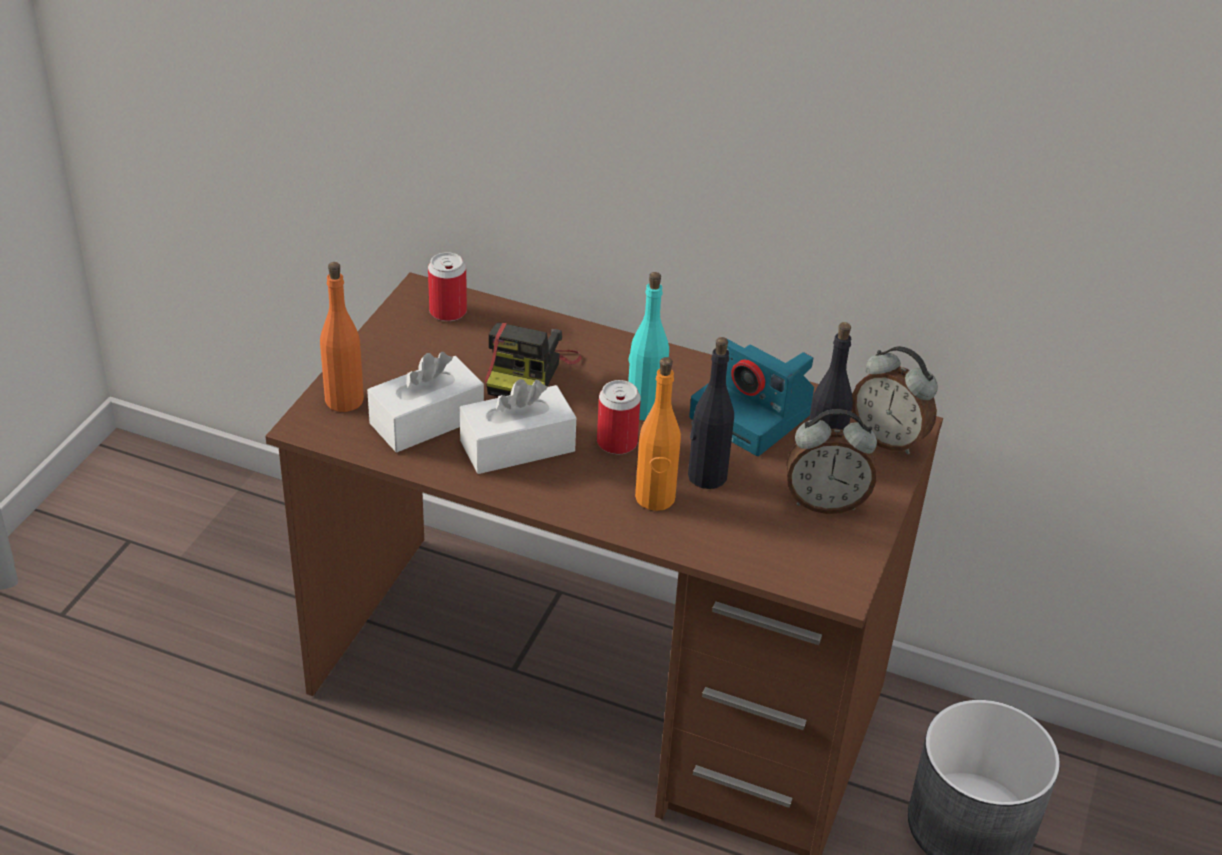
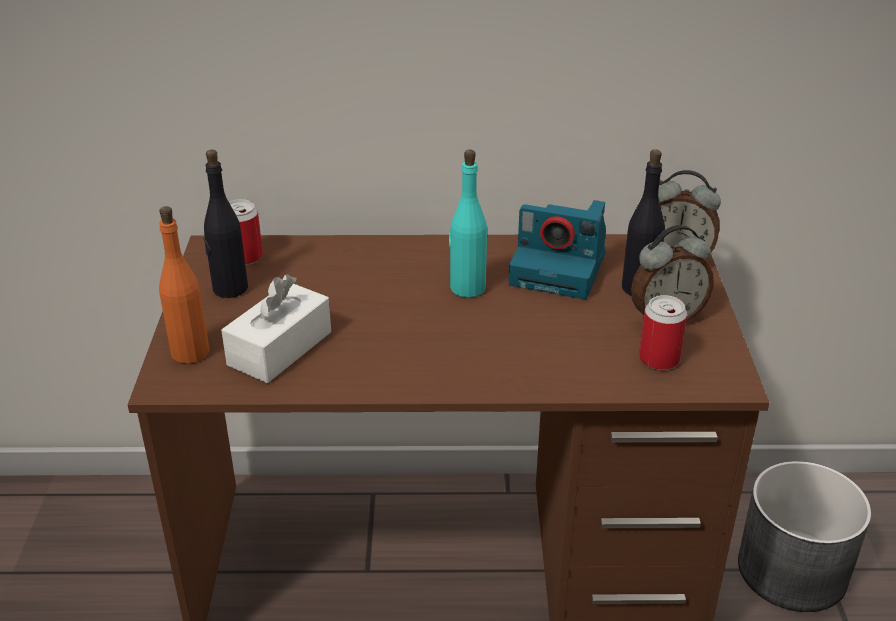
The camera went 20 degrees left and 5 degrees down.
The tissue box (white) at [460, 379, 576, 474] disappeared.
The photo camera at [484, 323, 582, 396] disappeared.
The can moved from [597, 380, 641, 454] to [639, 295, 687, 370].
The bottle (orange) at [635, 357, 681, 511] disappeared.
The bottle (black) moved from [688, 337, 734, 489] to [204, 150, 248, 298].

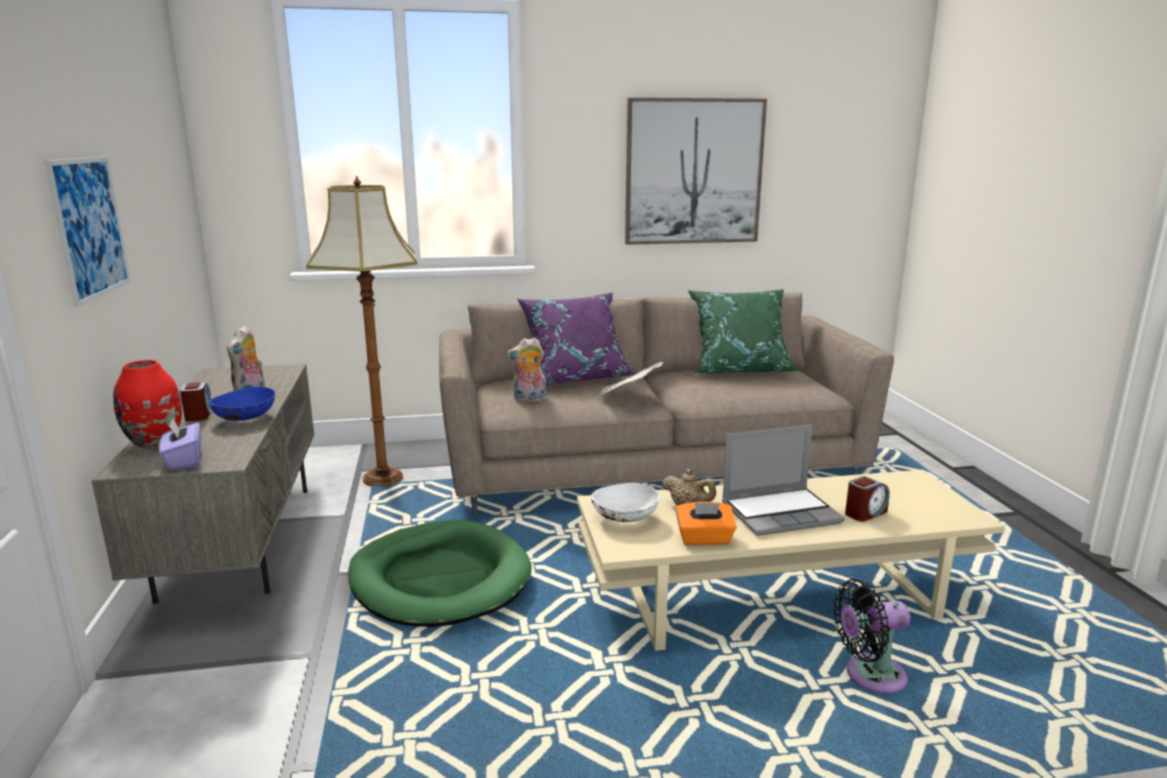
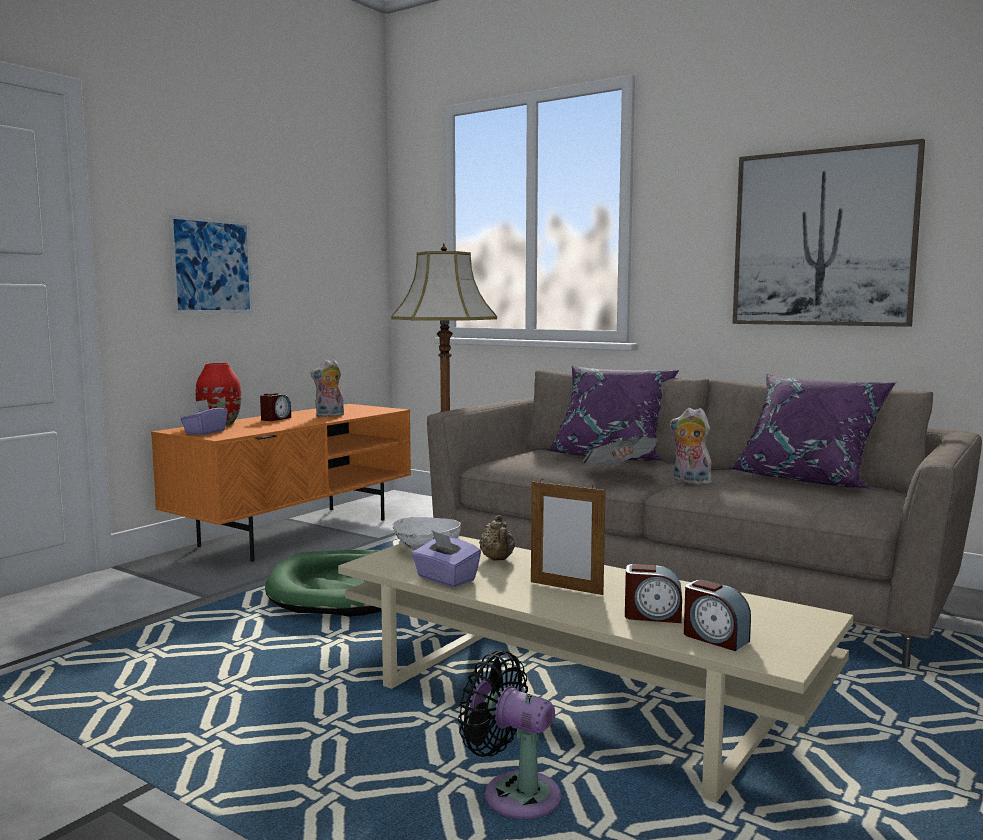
The camera went 45 degrees right and 10 degrees down.
The tv stand (grey) at [91, 364, 314, 604] became the tv stand (orange) at [151, 404, 411, 561].
The bowl (blue) at [209, 387, 275, 421] disappeared.
The plush toy moved from [507, 337, 547, 403] to [670, 408, 712, 485].
The tissue box (orange) at [675, 502, 737, 546] became the tissue box (purple) at [412, 531, 481, 588].
The pillow (green) at [688, 289, 798, 373] became the pillow (purple) at [729, 374, 896, 488].
The laptop at [722, 425, 845, 536] was replaced by the picture frame at [531, 479, 606, 595].
The alarm clock at [684, 579, 751, 651] appeared.

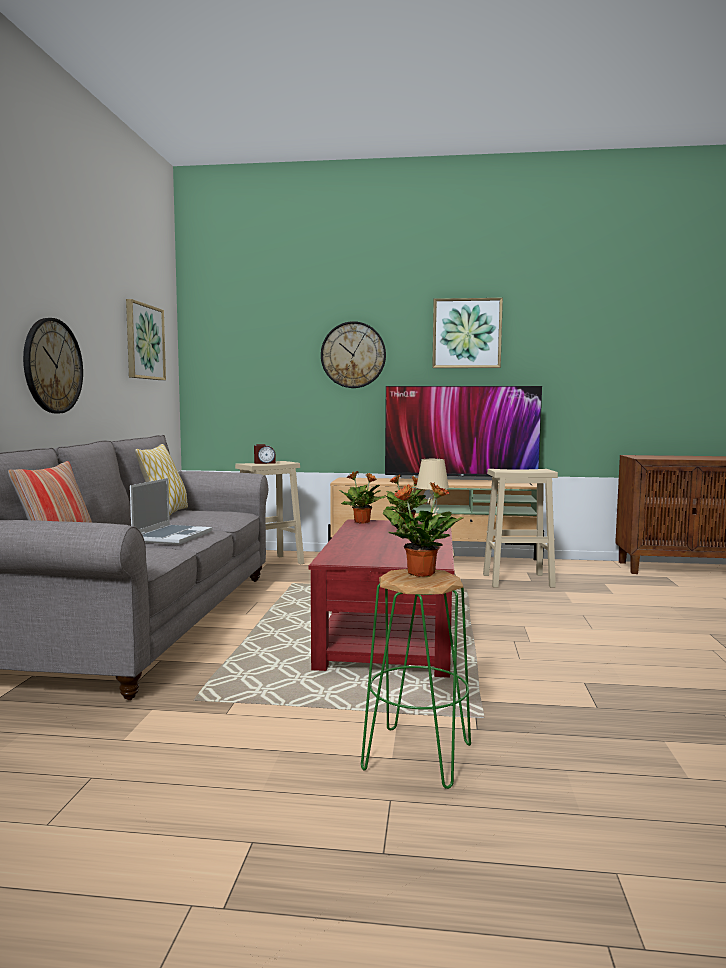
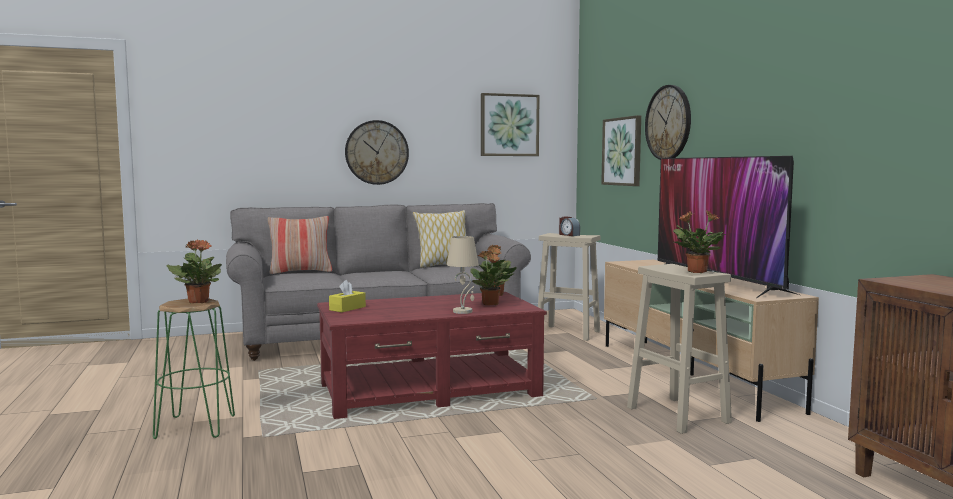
The camera went 65 degrees right and 0 degrees up.
The laptop at [130, 478, 212, 545] disappeared.
The picture moved from [432, 298, 503, 368] to [601, 115, 641, 186].
The tissue box (yellow) at [329, 280, 366, 312] appeared.
The potted plant at [673, 211, 726, 273] appeared.

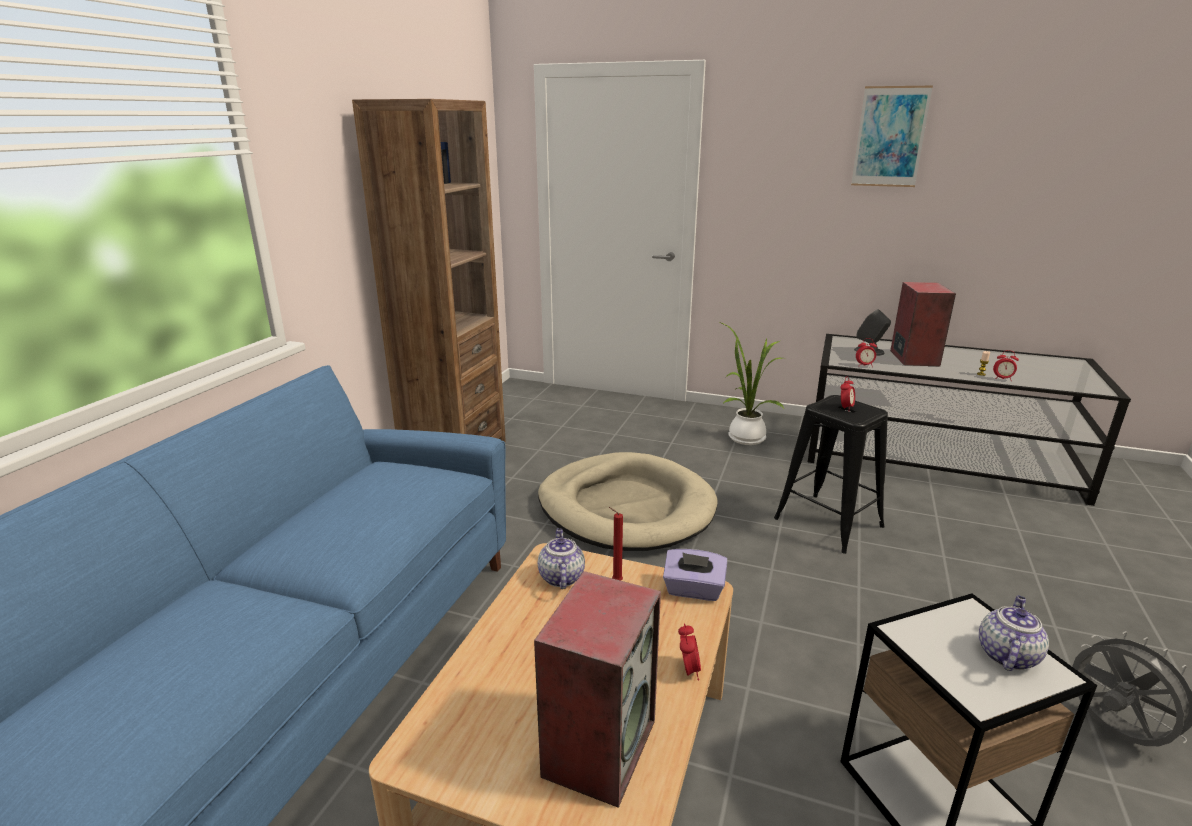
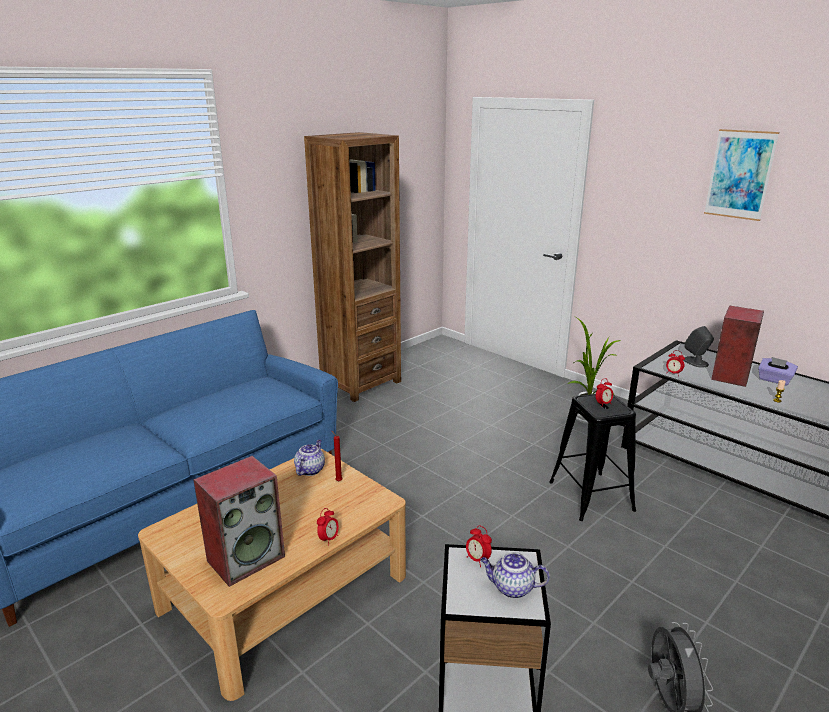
The camera went 25 degrees right and 0 degrees up.
The dog bed (beige) at [538, 452, 718, 551] disappeared.
The tissue box (purple) moved from [663, 549, 727, 601] to [758, 357, 798, 385].
The teapot at [979, 595, 1049, 671] turned 135 degrees counterclockwise.
The alarm clock moved from [993, 350, 1019, 379] to [466, 525, 492, 567].

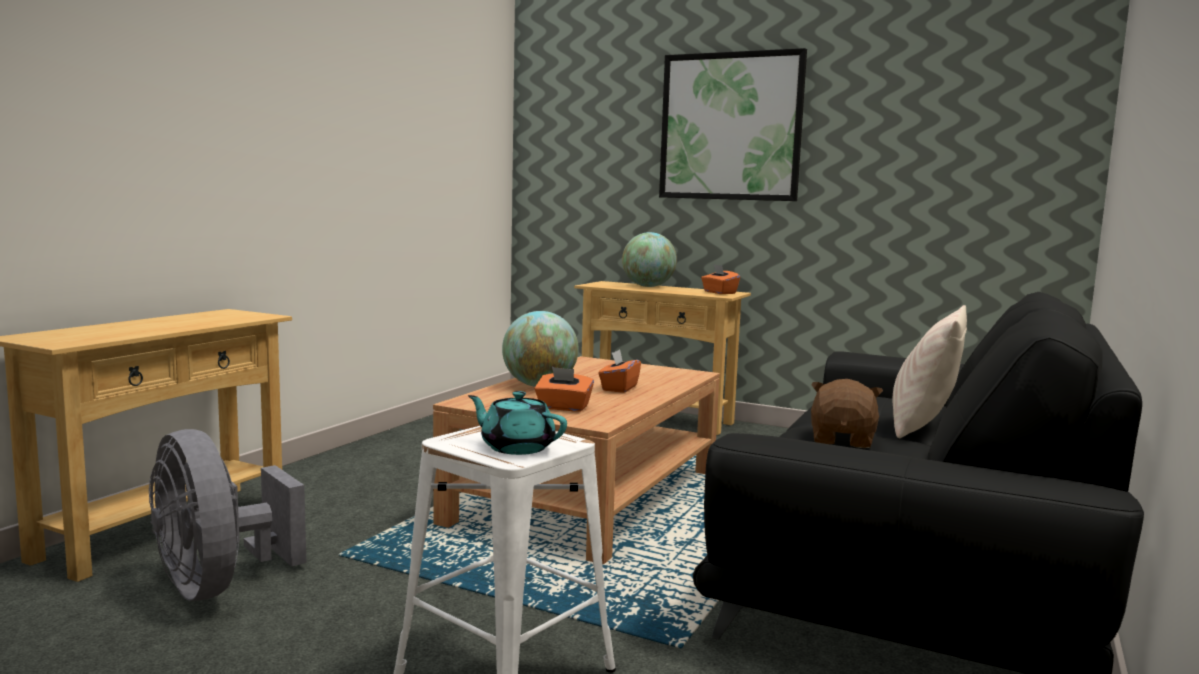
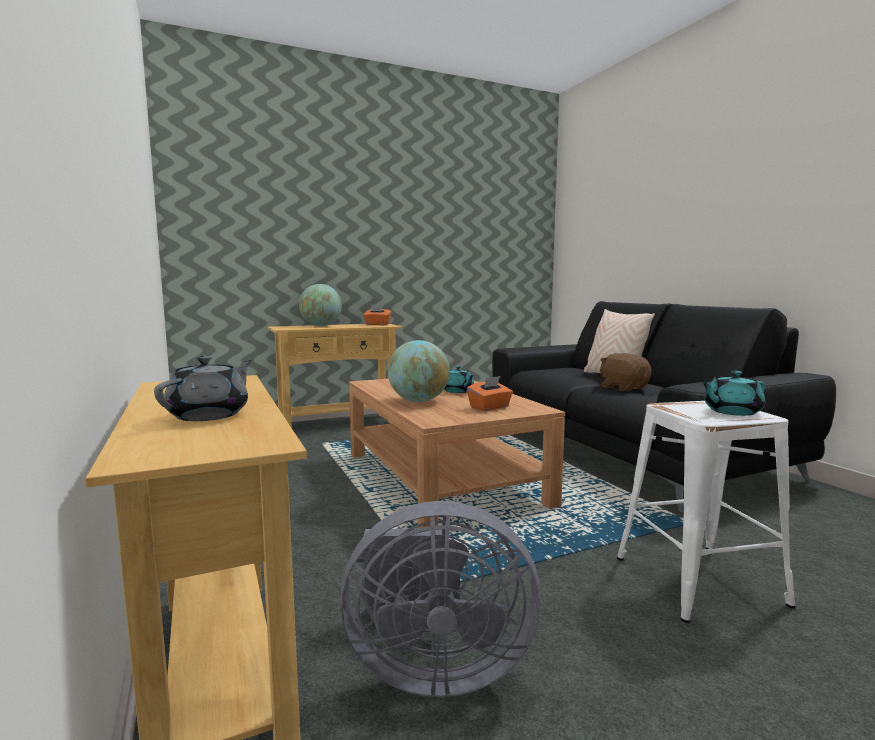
The camera went 50 degrees left and 0 degrees up.
The tissue box (orange) at [598, 350, 641, 393] was replaced by the teapot (turquoise) at [444, 366, 474, 393].
The picture at [659, 48, 807, 201] disappeared.
The teapot (grey) at [154, 356, 252, 421] appeared.

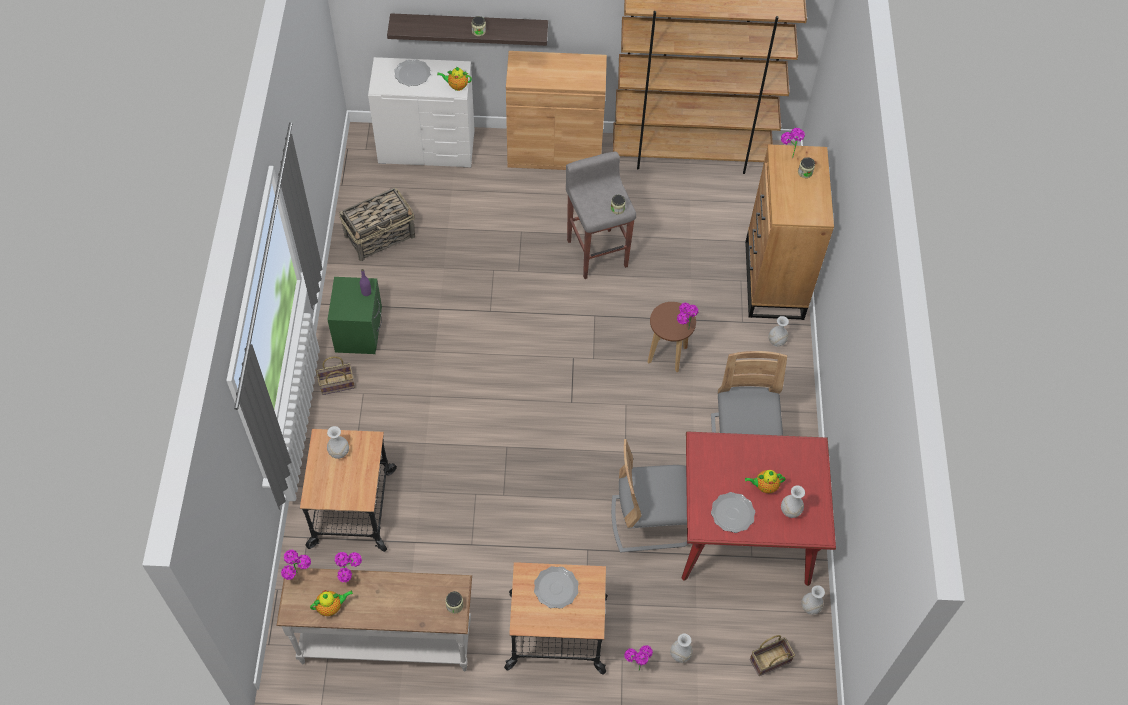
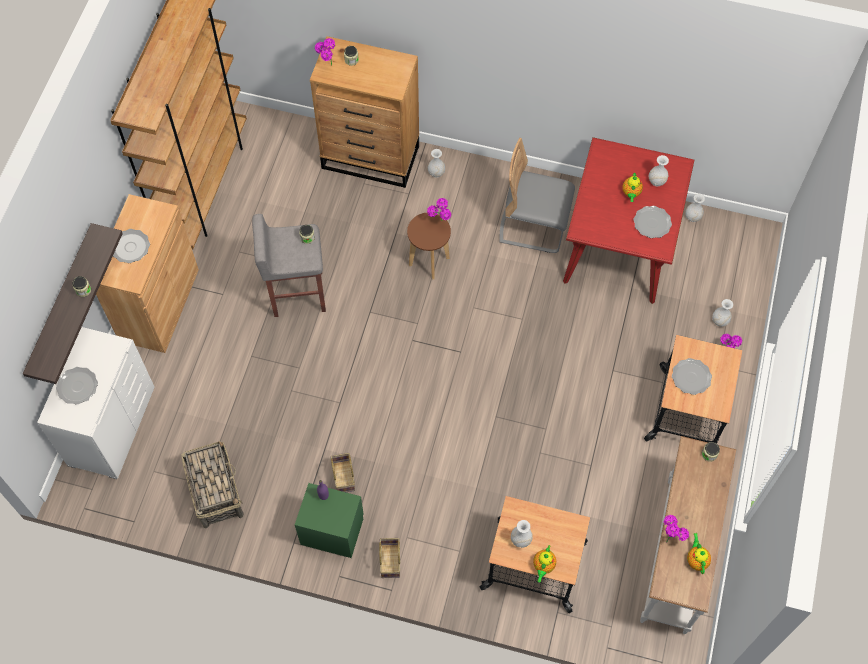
The camera went 75 degrees left and 5 degrees up.
The potted plant at [281, 550, 311, 580] disappeared.
The teapot moved from [437, 66, 472, 91] to [533, 545, 556, 583].
The chair (grey) at [611, 439, 689, 552] disappeared.
The basket moved from [750, 635, 795, 676] to [330, 453, 355, 492].
The plate at [113, 229, 150, 263] appeared.

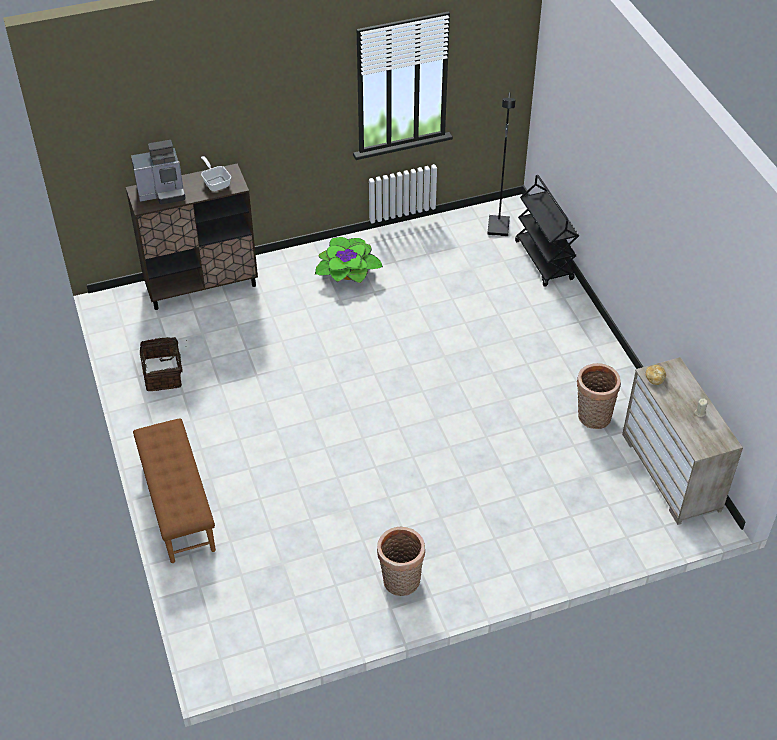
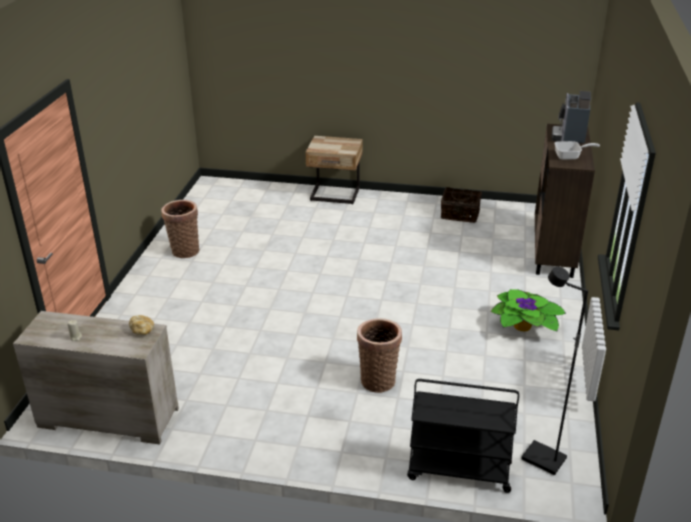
The camera went 120 degrees right and 15 degrees down.
The bench (brown) at [133, 418, 216, 563] was replaced by the nightstand (beige) at [306, 136, 362, 205].
The basket moved from [577, 363, 621, 429] to [357, 318, 402, 393].

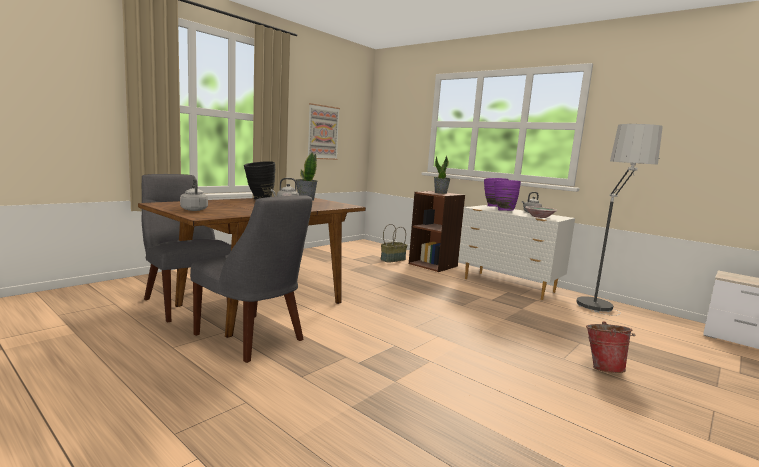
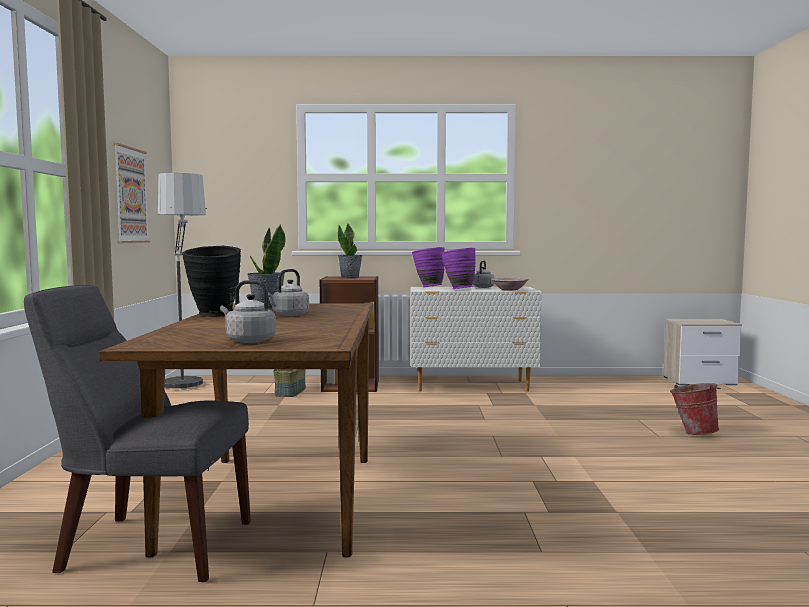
The camera went 40 degrees left and 5 degrees down.
The chair (grey) at [190, 195, 312, 363] disappeared.
The floor lamp moved from [576, 124, 663, 316] to [158, 173, 211, 390].

